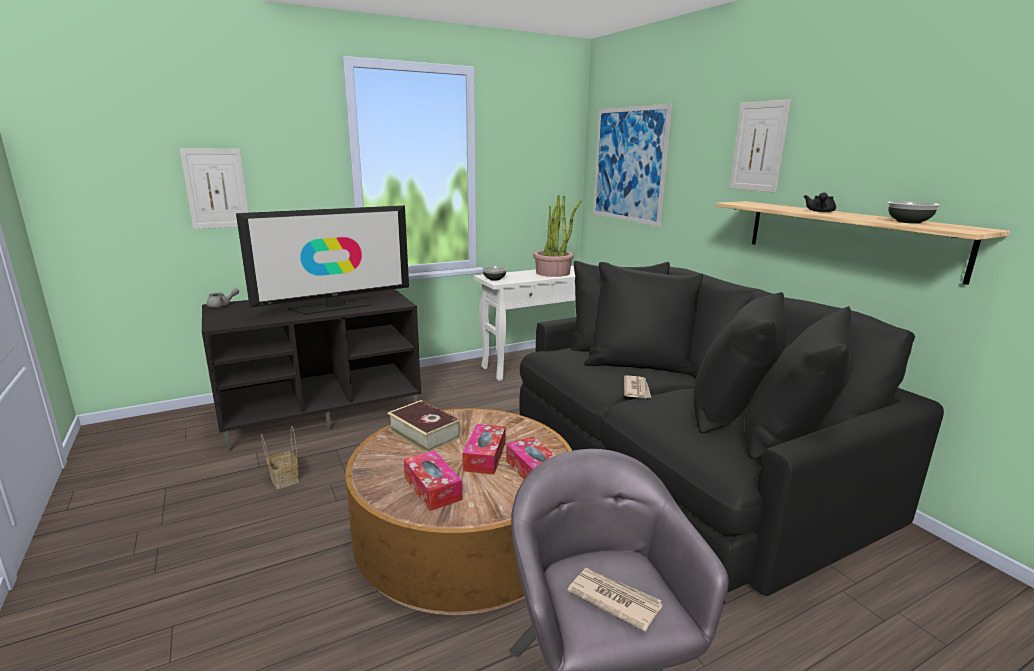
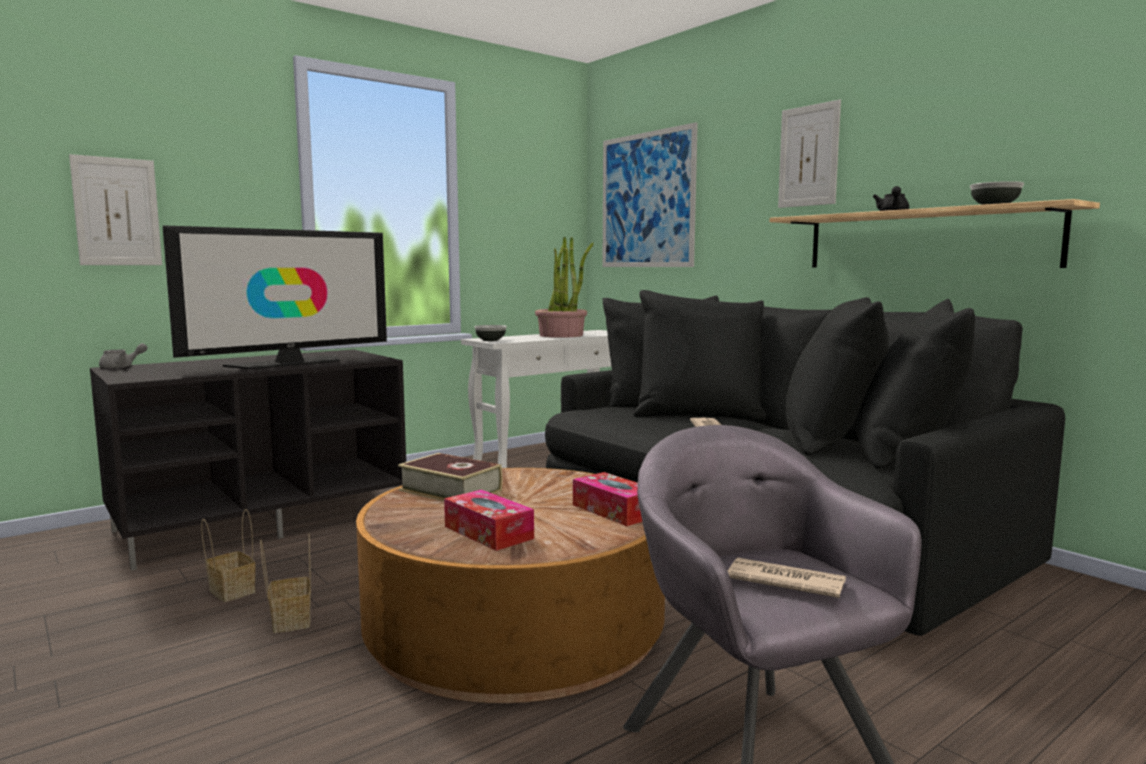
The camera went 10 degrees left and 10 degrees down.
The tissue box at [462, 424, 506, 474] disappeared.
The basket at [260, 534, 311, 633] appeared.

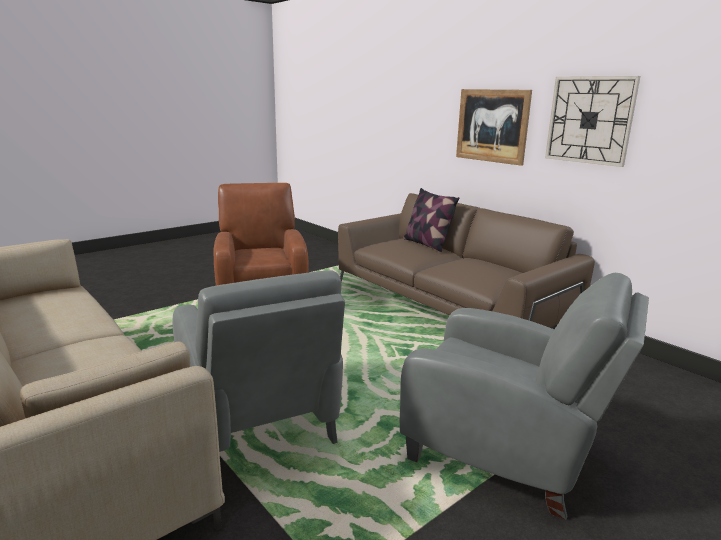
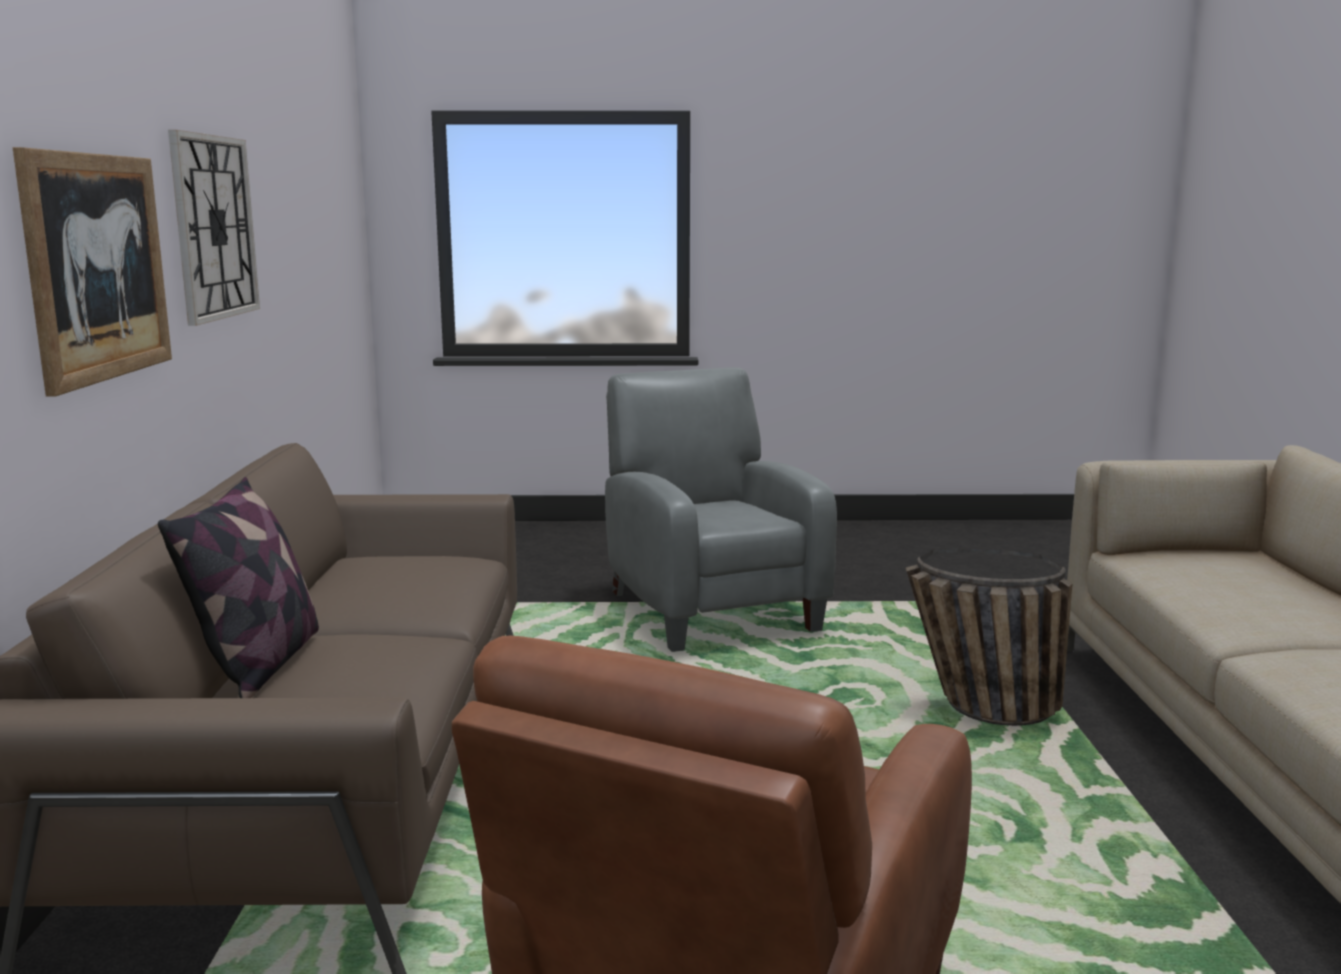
The camera went 140 degrees left and 5 degrees down.
The armchair (grey) at [172, 270, 345, 452] was replaced by the basket at [906, 548, 1073, 726].

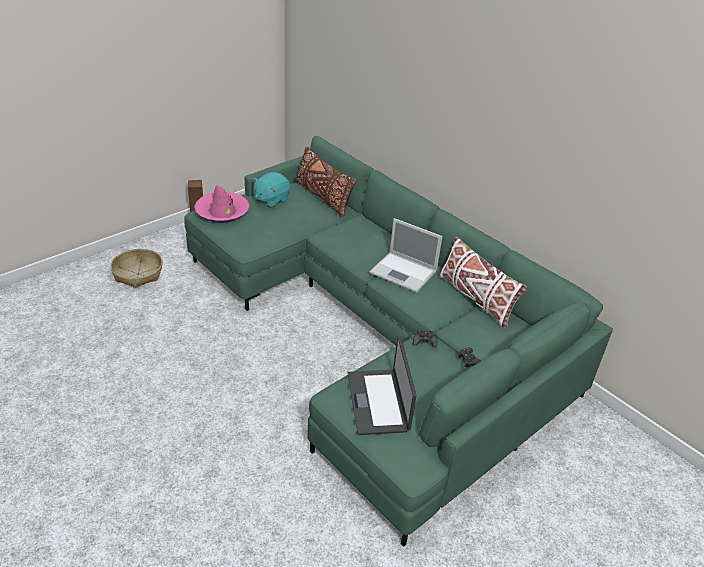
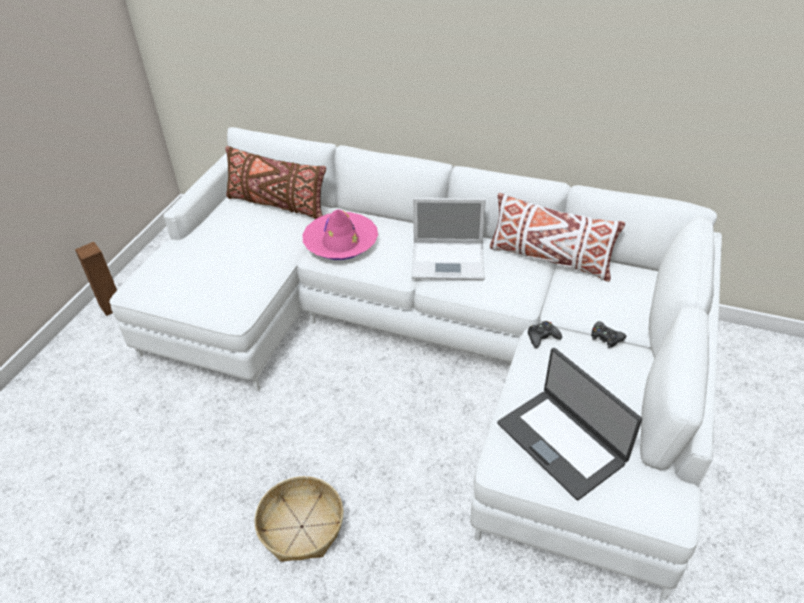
The camera went 25 degrees left and 5 degrees up.
The basket moved from [111, 249, 163, 288] to [255, 476, 344, 562].
The sofa (green) at [184, 136, 613, 547] became the sofa (white) at [110, 127, 722, 600].
The hat (pink) moved from [194, 185, 250, 223] to [302, 209, 378, 260].
The plush toy (turquoise) at [253, 172, 291, 208] disappeared.

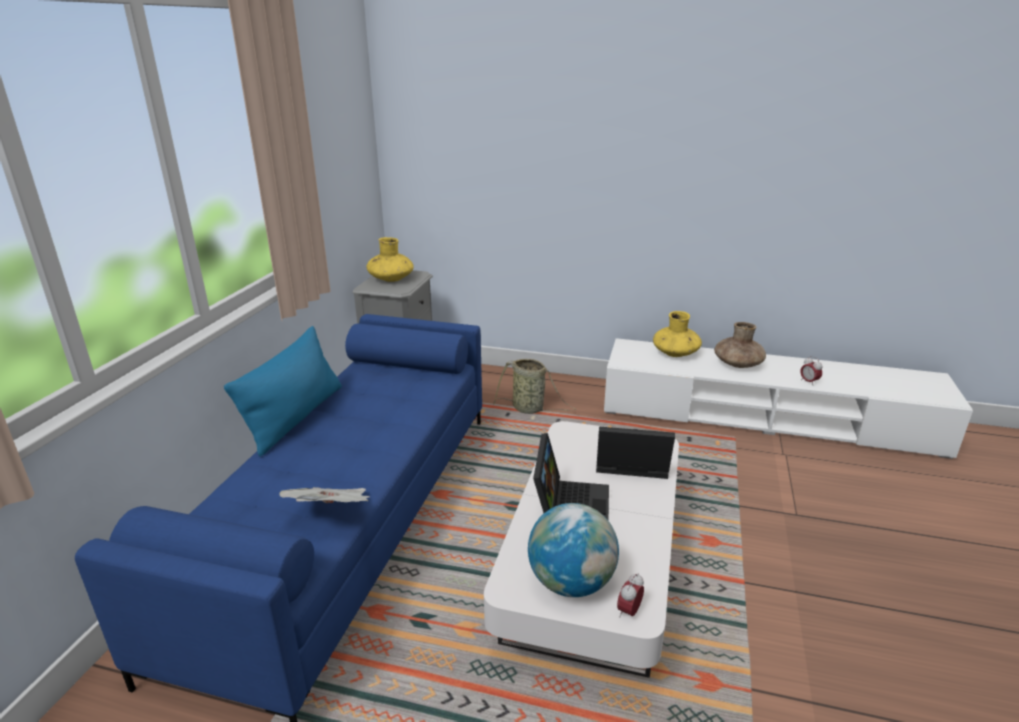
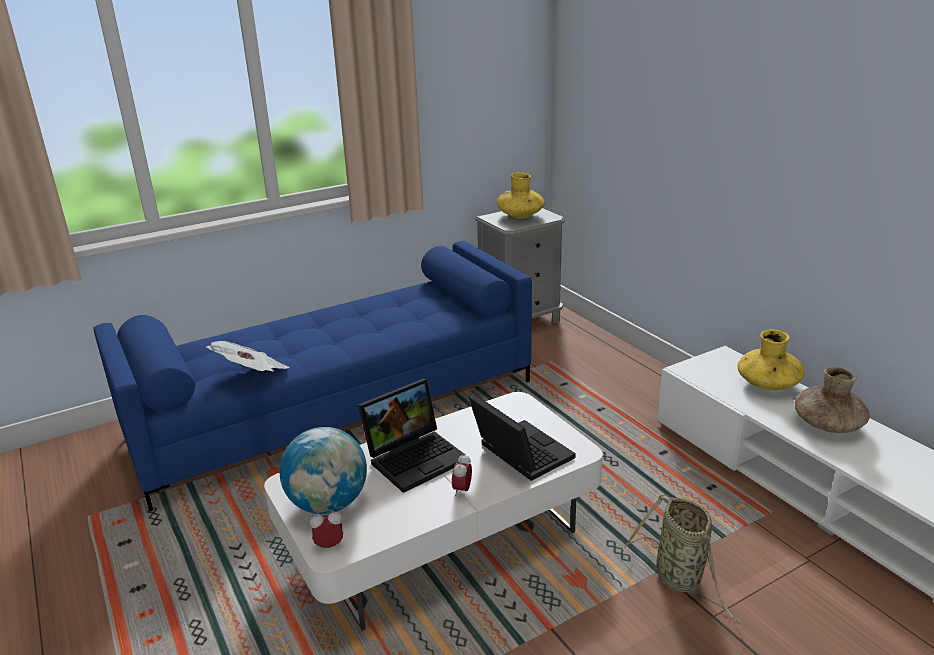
The camera went 45 degrees right and 0 degrees up.
The pillow (blue) at [224, 326, 342, 456] disappeared.
The basket moved from [494, 359, 577, 414] to [625, 495, 740, 624].
The alarm clock moved from [801, 356, 823, 386] to [452, 453, 472, 496].

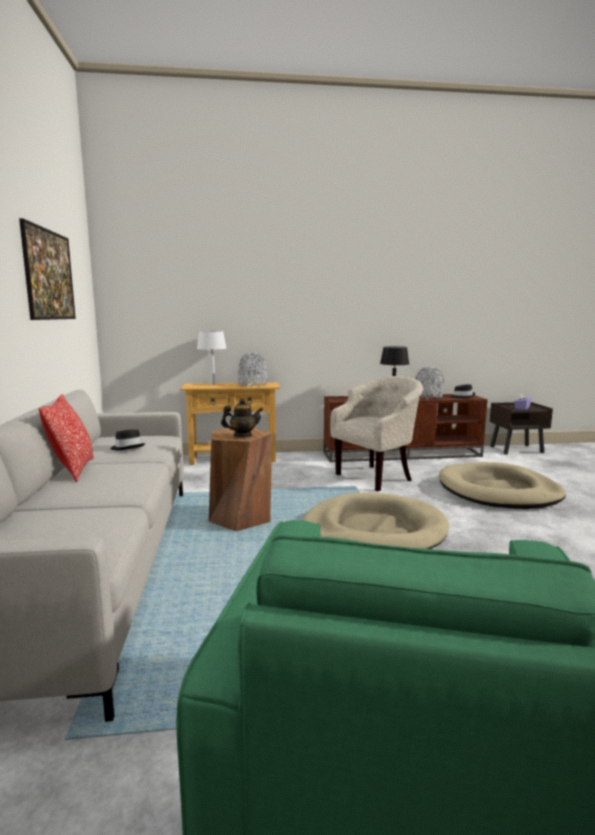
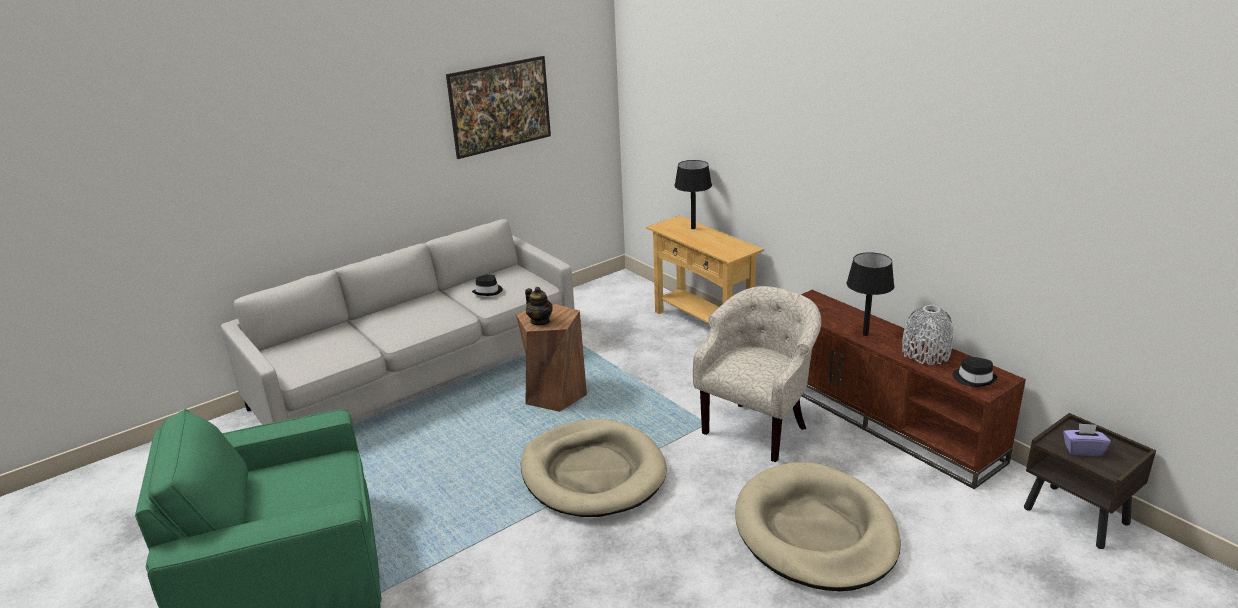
The camera went 60 degrees right and 15 degrees up.
The pillow at [39, 394, 94, 482] disappeared.
The table lamp (white) at [197, 331, 227, 385] became the table lamp (black) at [674, 160, 712, 229].
The vase (grey) at [238, 353, 267, 387] disappeared.
The armchair (beige) at [330, 376, 423, 491] turned 75 degrees counterclockwise.

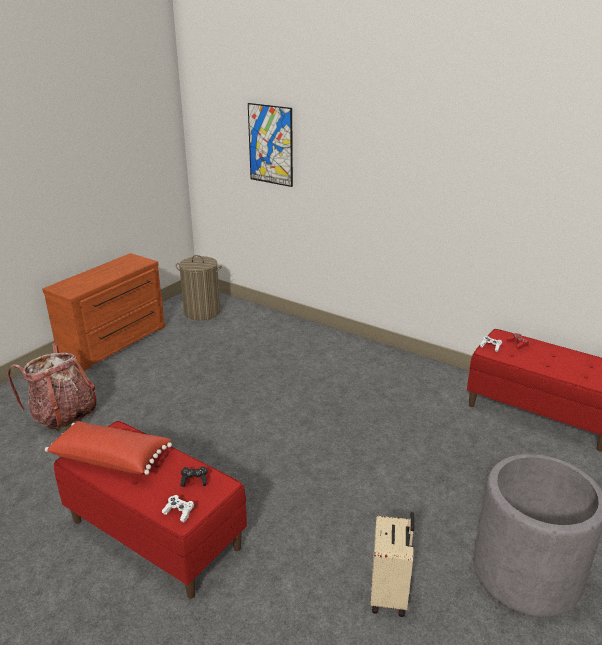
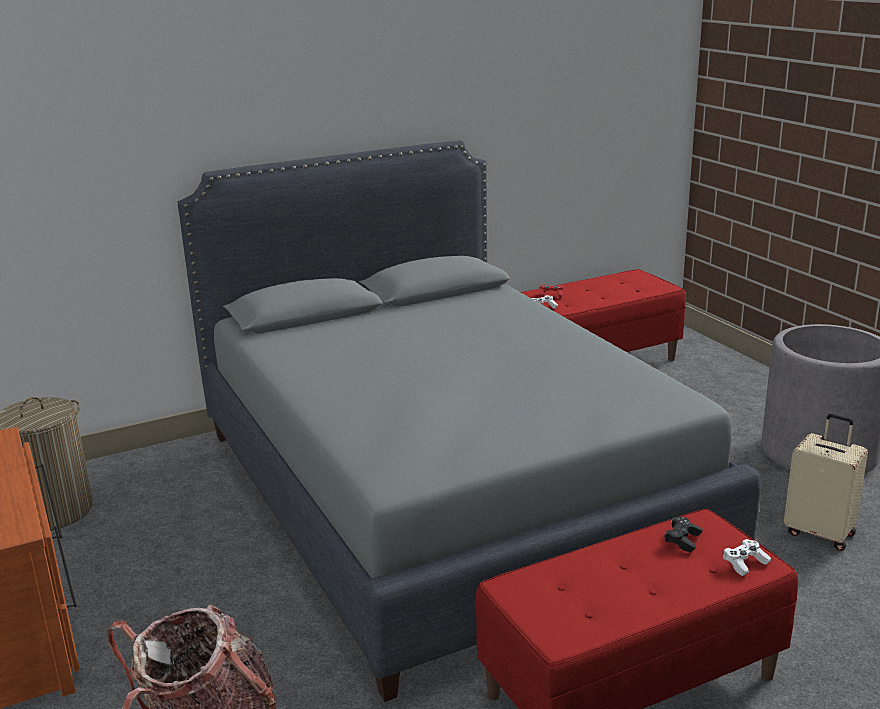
The camera went 60 degrees left and 5 degrees down.
The pillow (red) at [45, 421, 172, 475] disappeared.
The picture at [248, 103, 293, 187] disappeared.
The bed (grey) at [178, 140, 761, 702] appeared.

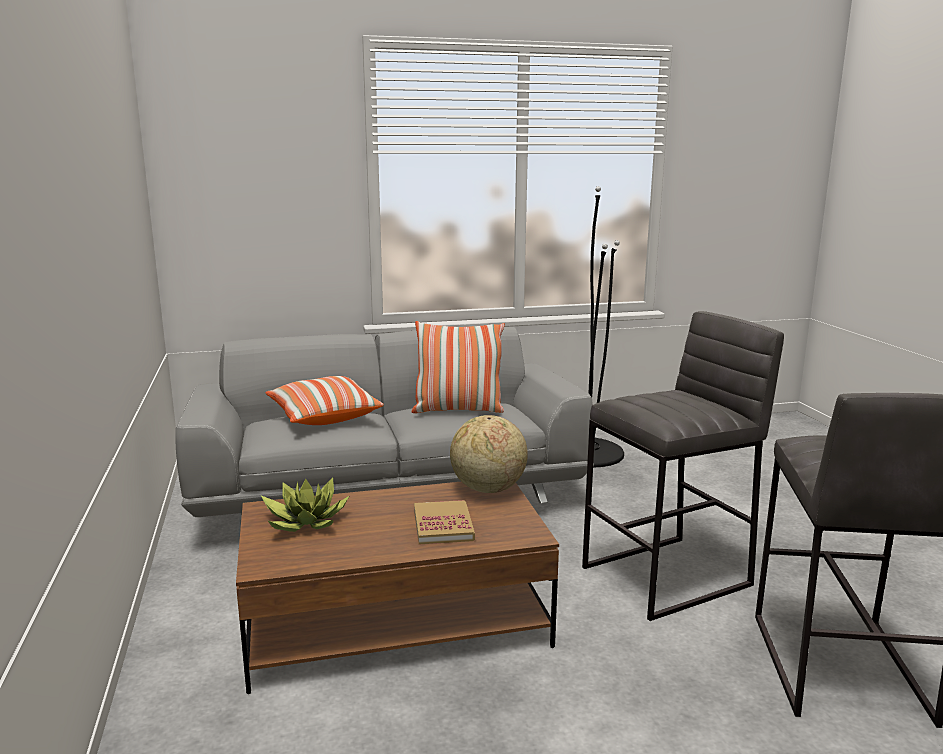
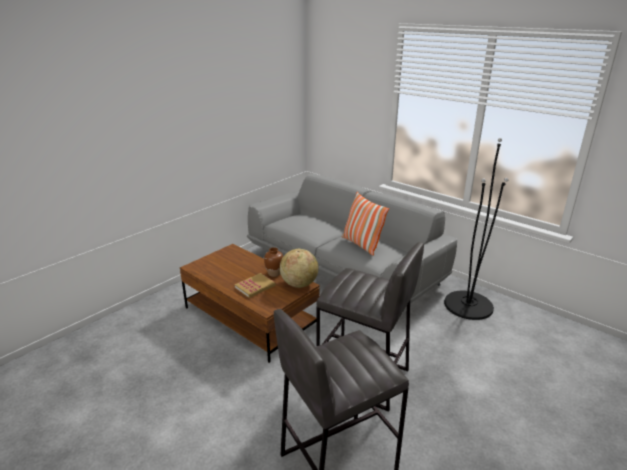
The camera went 55 degrees right and 10 degrees up.
The potted plant at [261, 478, 349, 532] disappeared.
The pillow at [266, 376, 384, 425] disappeared.
The vase (brown) at [264, 247, 283, 277] appeared.

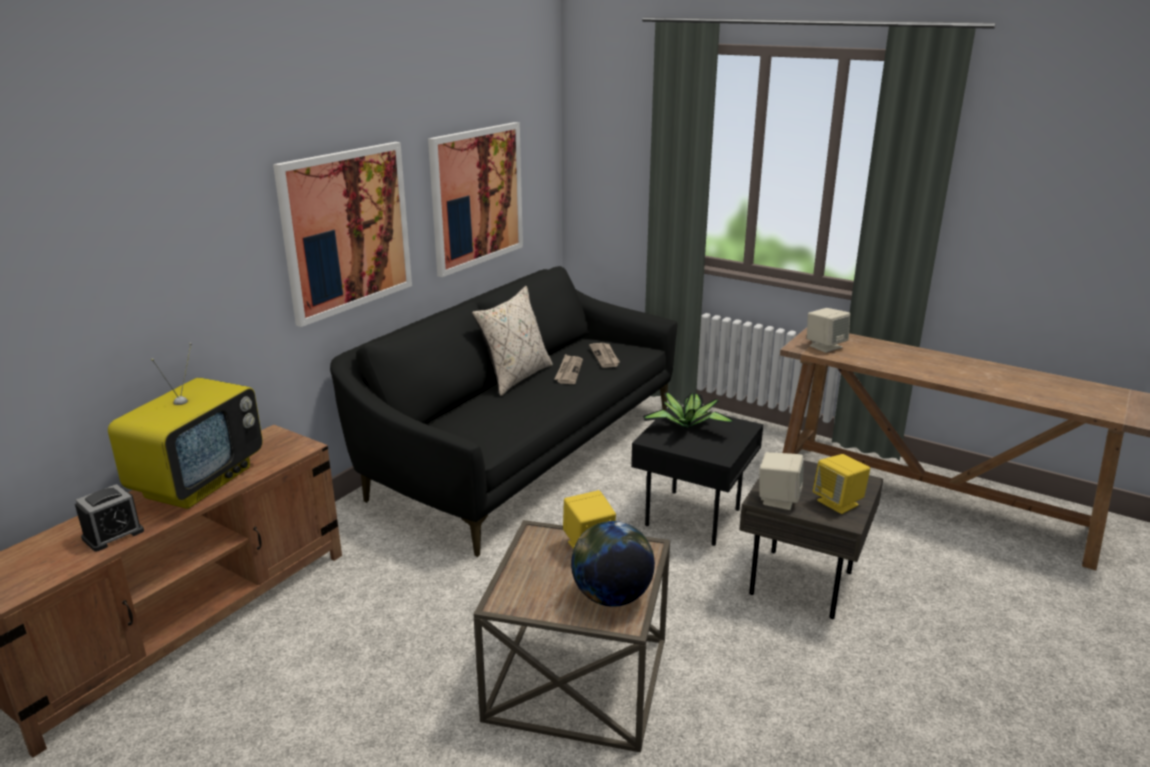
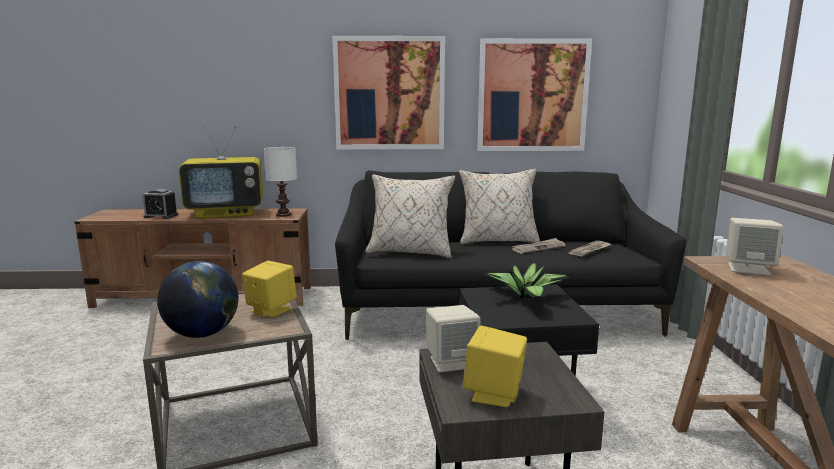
The camera went 55 degrees right and 10 degrees down.
The table lamp (white) at [264, 147, 297, 217] appeared.
The pillow (beige) at [366, 174, 455, 258] appeared.

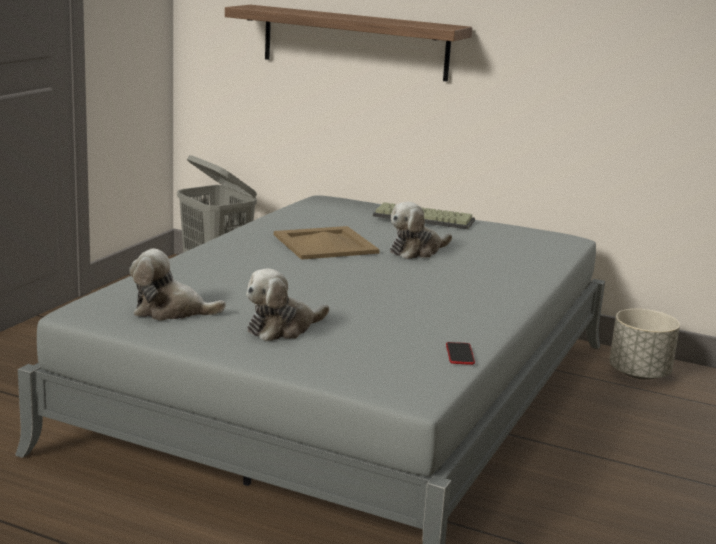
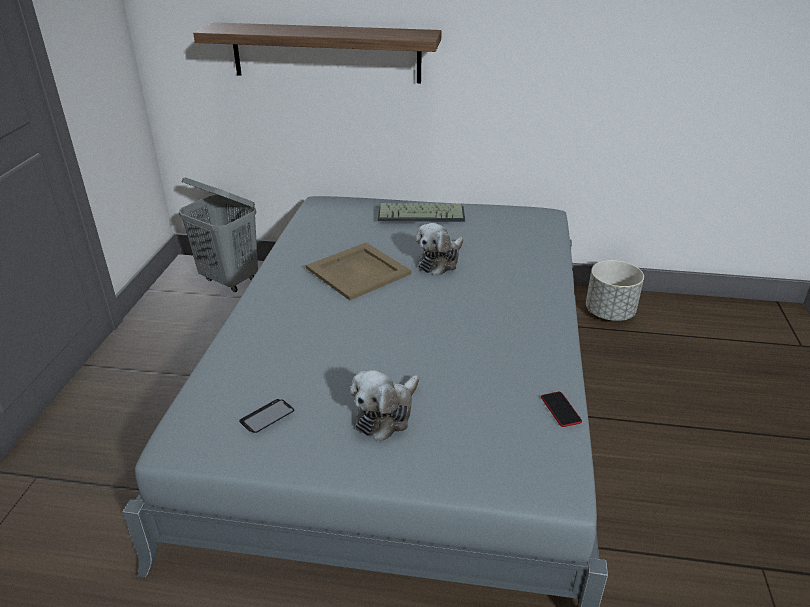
The camera went 15 degrees left and 15 degrees up.
The plush toy at [129, 248, 226, 321] was replaced by the phone at [239, 399, 294, 433].

